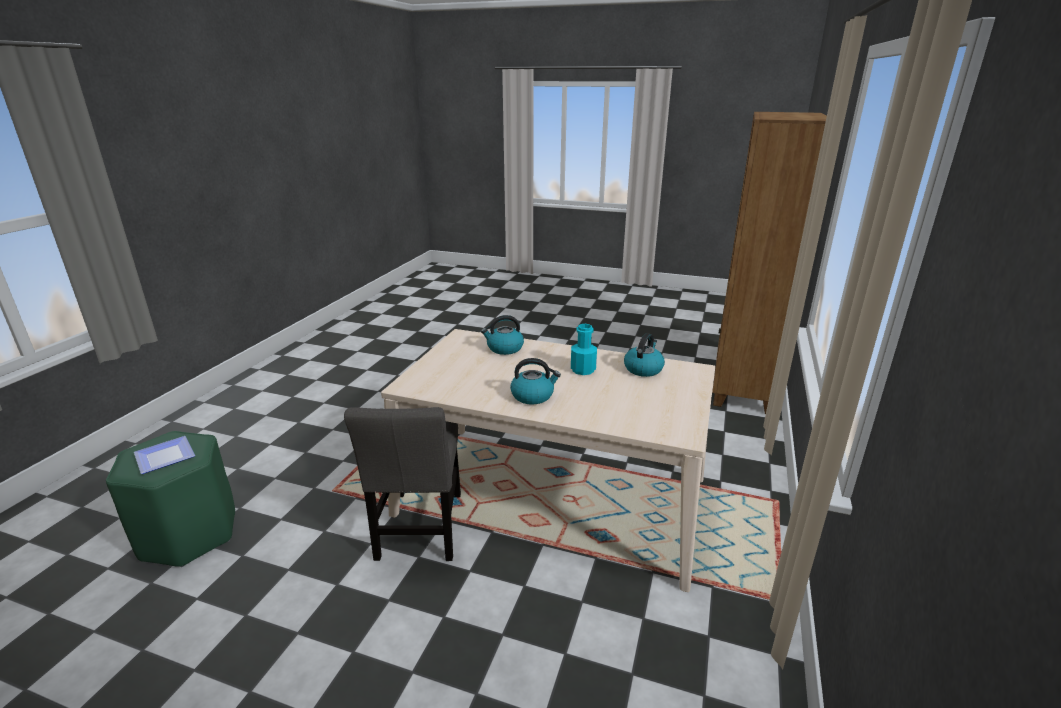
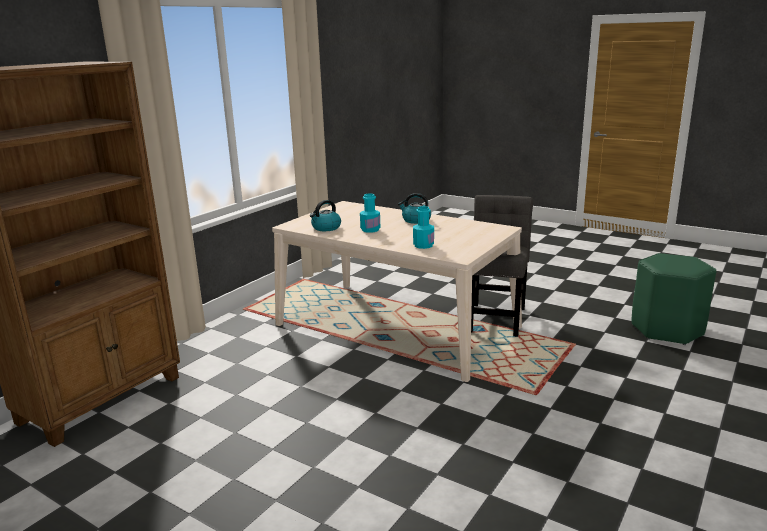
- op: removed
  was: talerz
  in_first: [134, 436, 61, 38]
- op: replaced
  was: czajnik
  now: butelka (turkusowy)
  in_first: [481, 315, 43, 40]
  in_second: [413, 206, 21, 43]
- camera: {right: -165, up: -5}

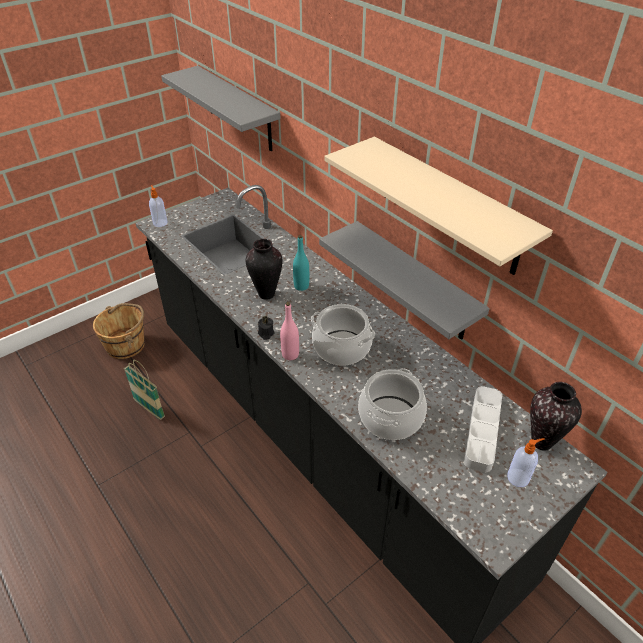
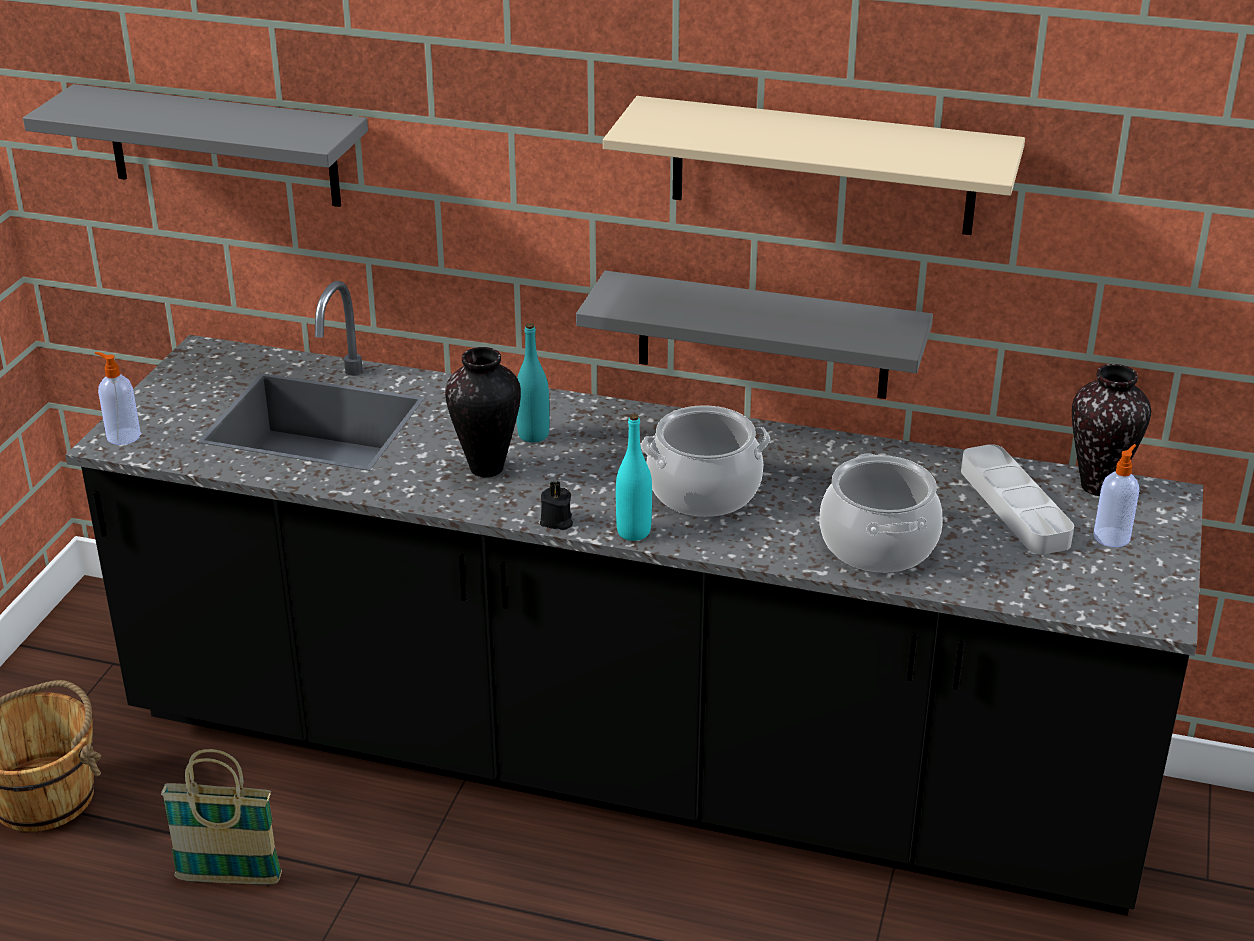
- op: recoloured
  was: butelka (różowy)
  now: butelka (turkusowy)
  in_first: [280, 302, 19, 58]
  in_second: [616, 414, 36, 127]
- camera: {right: -35, up: -10}

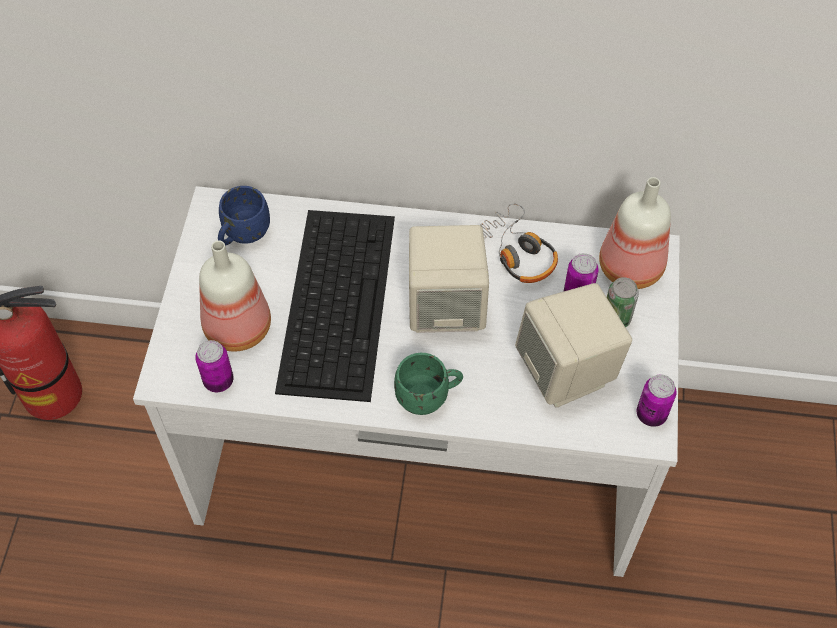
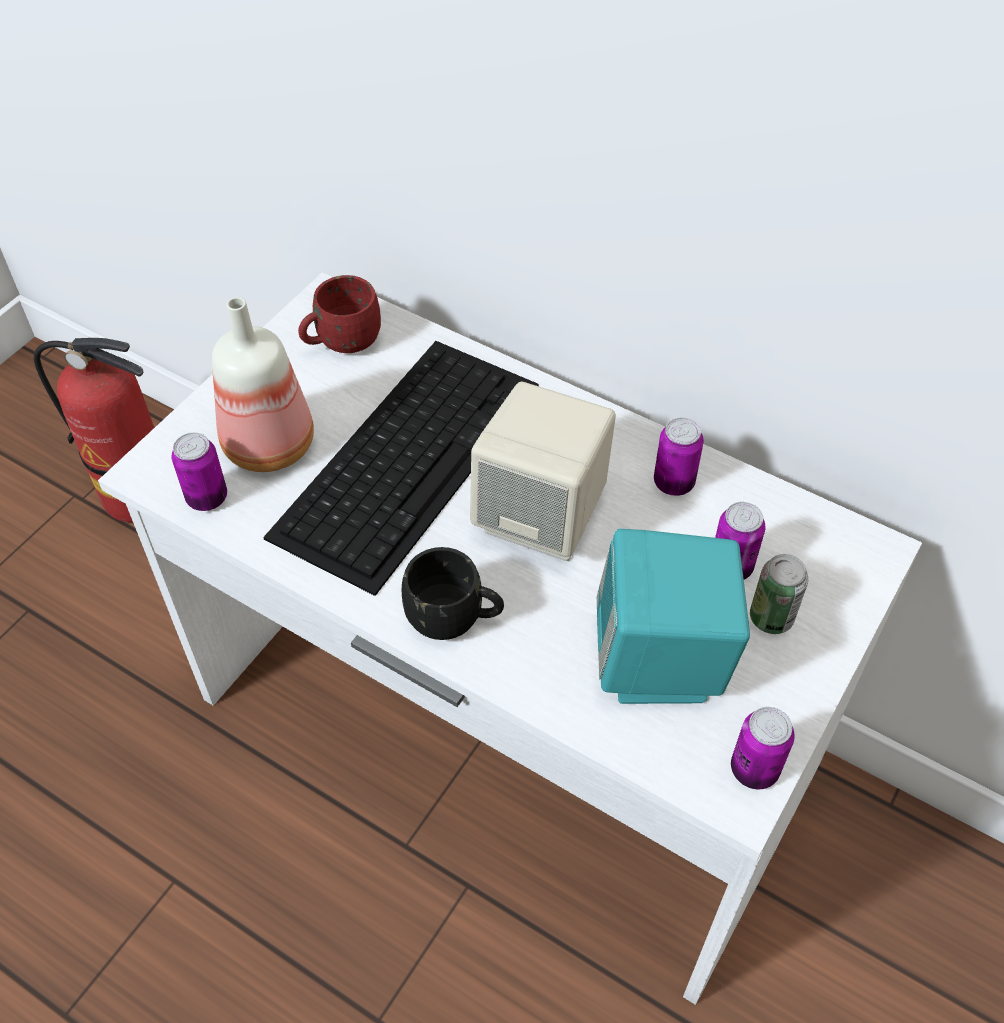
- op: removed
  was: butelka
  in_first: [599, 177, 72, 112]
- op: replaced
  was: słuchawki
  now: puszka
  in_first: [481, 204, 77, 79]
  in_second: [654, 418, 50, 78]
- op: recoloured
  was: kubek (niebieski)
  now: kubek (czerwony)
  in_first: [218, 186, 52, 60]
  in_second: [298, 275, 83, 78]
- op: recoloured
  was: kubek (zielony)
  now: kubek (czarny)
  in_first: [394, 353, 69, 62]
  in_second: [402, 547, 102, 93]
- op: recoloured
  was: głośnik (beżowy)
  now: głośnik (turkusowy)
  in_first: [515, 283, 117, 125]
  in_second: [597, 529, 153, 175]
- camera: {right: 25, up: -5}

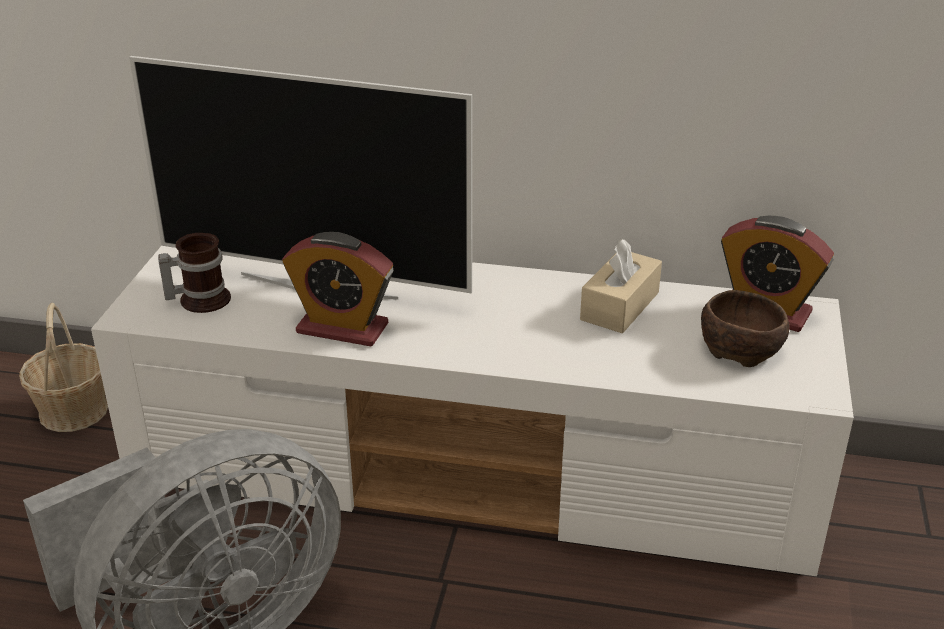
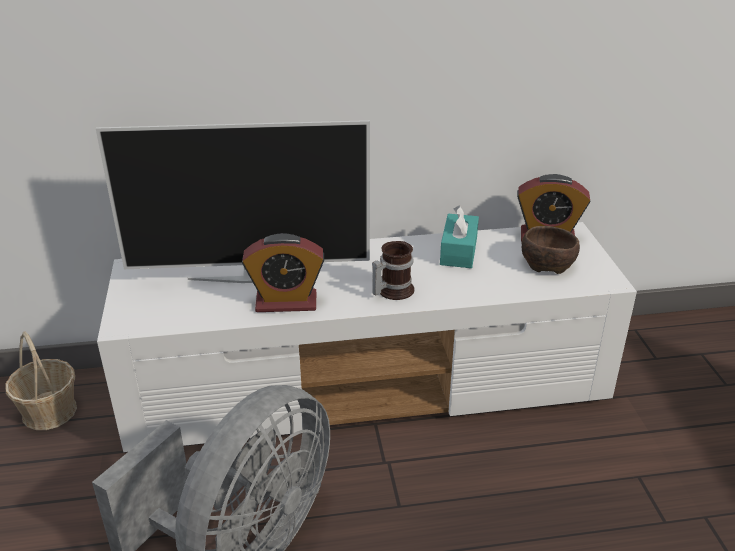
- op: moved
  was: kubek
  in_first: [158, 233, 73, 80]
  in_second: [372, 241, 42, 59]
- op: recoloured
  was: pudełko chusteczek (beżowy)
  now: pudełko chusteczek (turkusowy)
  in_first: [580, 239, 82, 94]
  in_second: [440, 206, 39, 62]
- camera: {right: -20, up: 0}

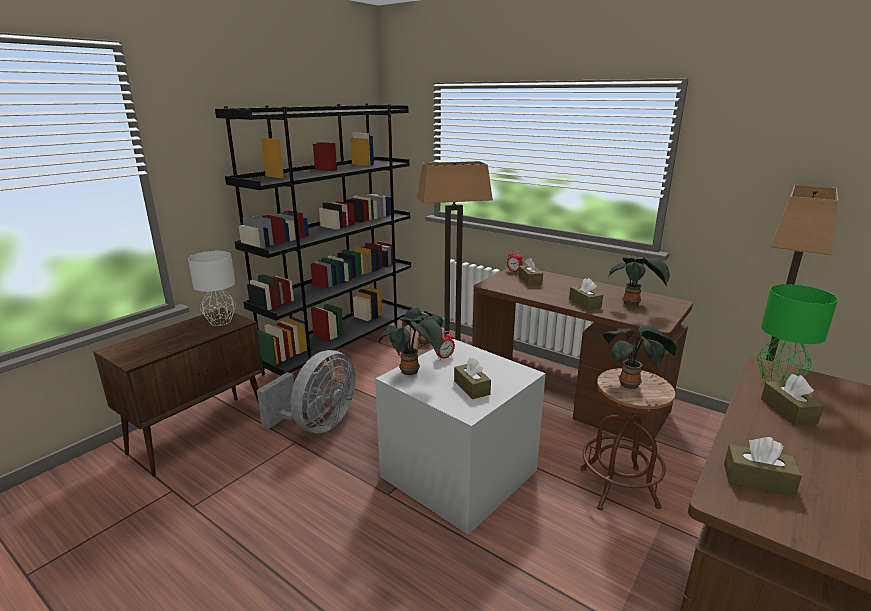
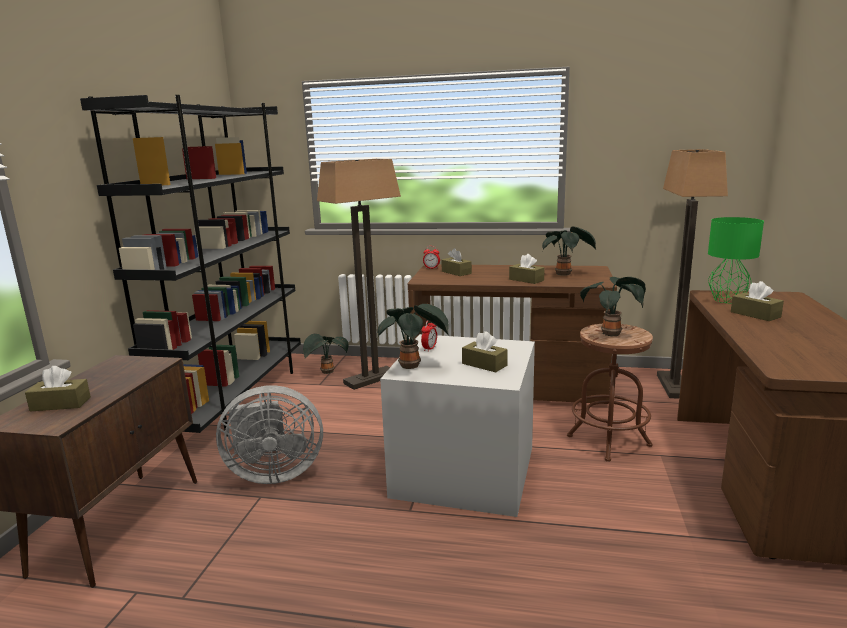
- op: removed
  was: lampa stołowa (szary)
  in_first: [188, 251, 48, 75]
- op: moved
  was: pudełko chusteczek (brązowy)
  in_first: [724, 437, 78, 60]
  in_second: [25, 366, 66, 46]
- op: turned
  was: wentylator (szary)
  in_first: [257, 350, 99, 83]
  in_second: [216, 385, 107, 99]
  clockwise: 75
- camera: {right: -25, up: -5}

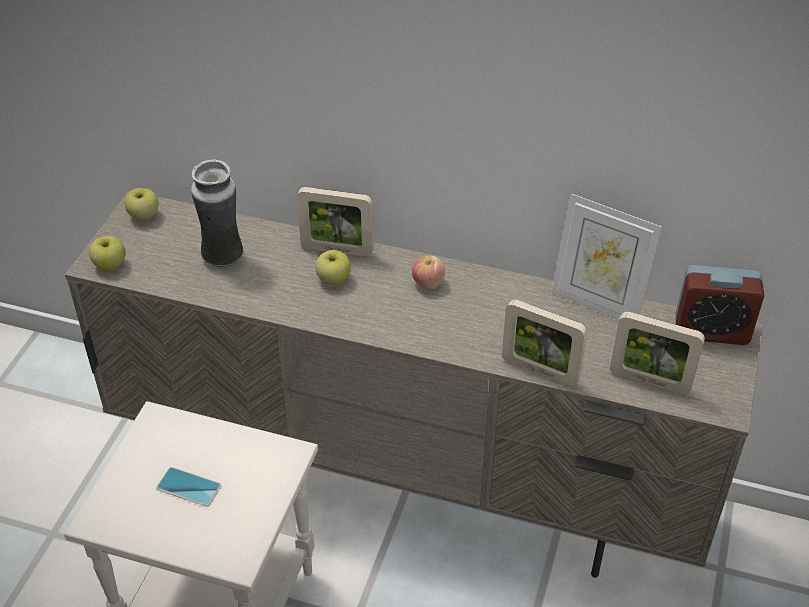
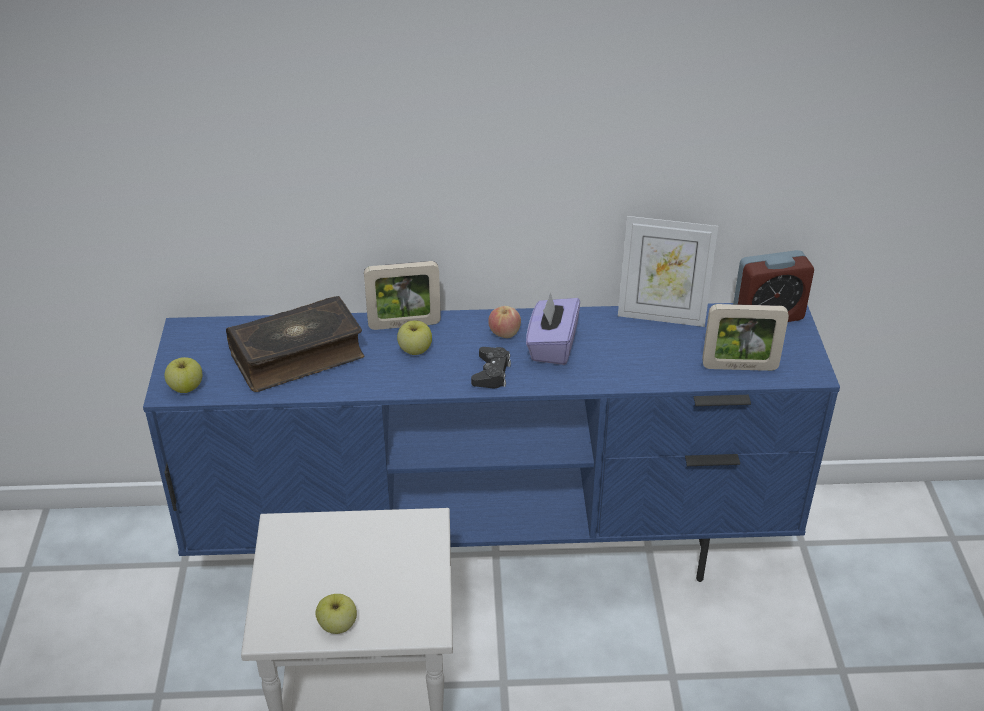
- op: removed
  was: telefon
  in_first: [156, 467, 66, 40]
- op: removed
  was: ramka na zdjęcie
  in_first: [502, 299, 86, 88]
- op: added
  now: pad do gier (czarny)
  in_second: [471, 347, 40, 41]
- op: added
  now: pudełko chusteczek (fioletowy)
  in_second: [526, 292, 54, 73]
- op: moved
  was: jabłko
  in_first: [124, 188, 35, 32]
  in_second: [316, 594, 41, 40]
- op: replaced
  was: wazon
  now: książka
  in_first: [191, 159, 52, 109]
  in_second: [226, 296, 138, 96]
- op: recoloured
  was: szafka pod telewizor (beżowy)
  now: szafka pod telewizor (niebieski)
  in_first: [65, 191, 698, 387]
  in_second: [143, 303, 697, 279]
- camera: {right: -20, up: -5}

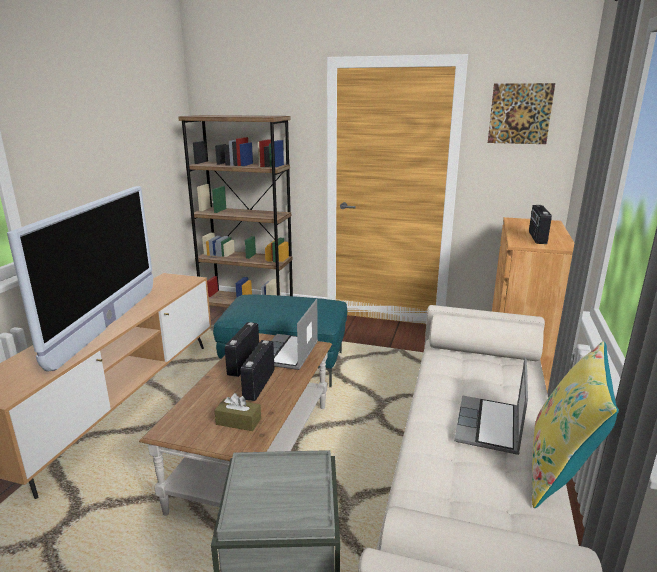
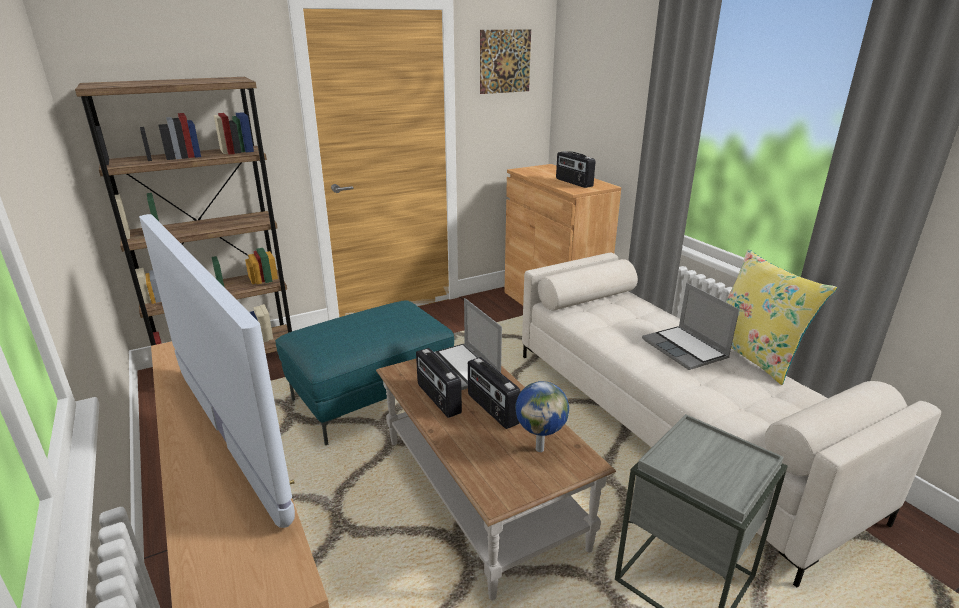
- op: replaced
  was: pudełko chusteczek (brązowy)
  now: globus
  in_first: [214, 393, 47, 38]
  in_second: [515, 381, 54, 71]
- camera: {right: -45, up: 5}

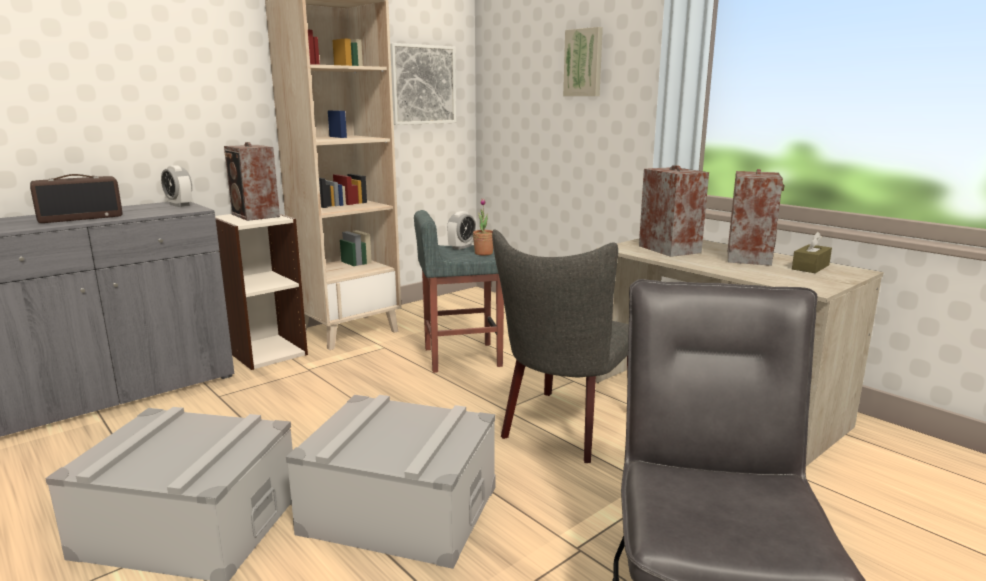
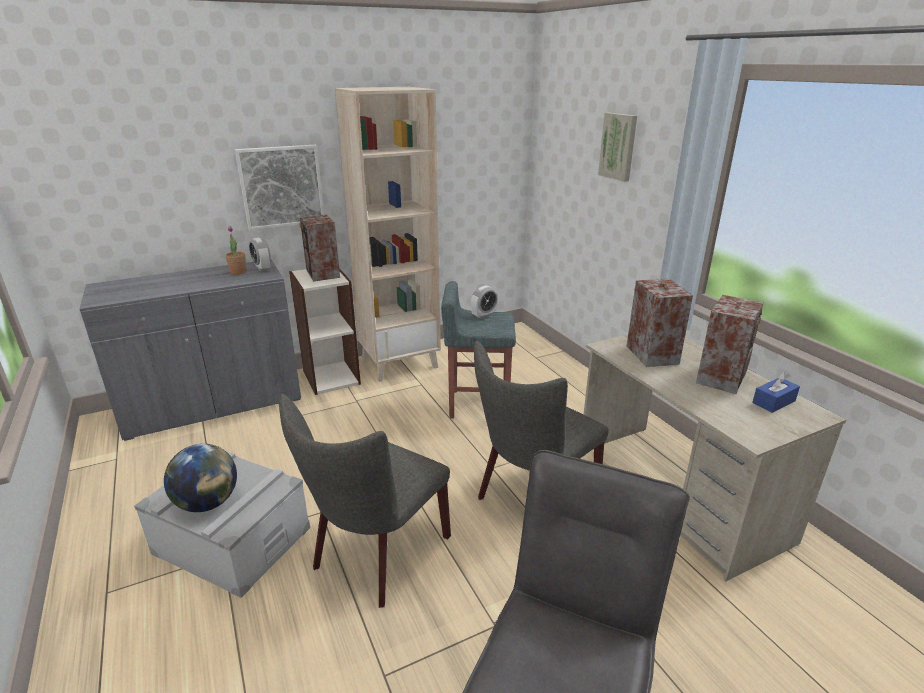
- op: removed
  was: radio
  in_first: [30, 174, 92, 49]
- op: added
  now: globus
  in_second: [164, 444, 73, 68]
- op: moved
  was: obraz
  in_first: [390, 43, 66, 82]
  in_second: [235, 145, 89, 85]
- op: moved
  was: roślina doniczkowa
  in_first: [473, 198, 20, 57]
  in_second: [225, 226, 21, 49]
- op: replaced
  was: pojemnik do przechowywania (szary)
  now: krzesło (szary)
  in_first: [286, 395, 209, 174]
  in_second: [279, 393, 172, 215]
- op: recoloured
  was: pudełko chusteczek (brązowy)
  now: pudełko chusteczek (niebieski)
  in_first: [792, 232, 40, 41]
  in_second: [752, 372, 48, 41]
- camera: {right: 15, up: 10}

